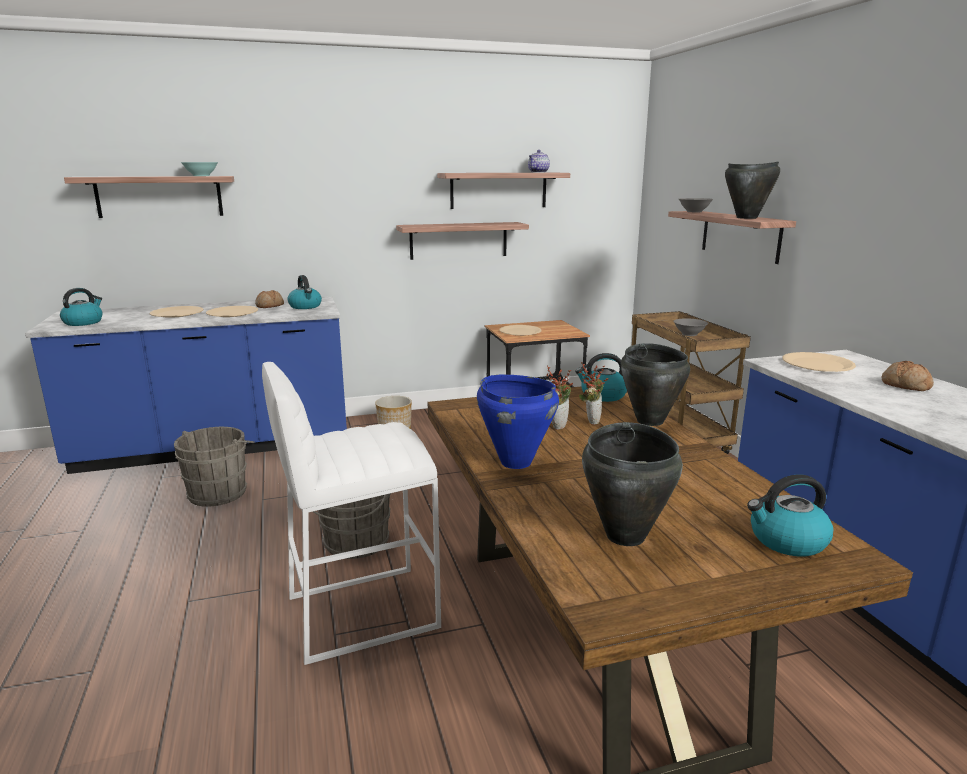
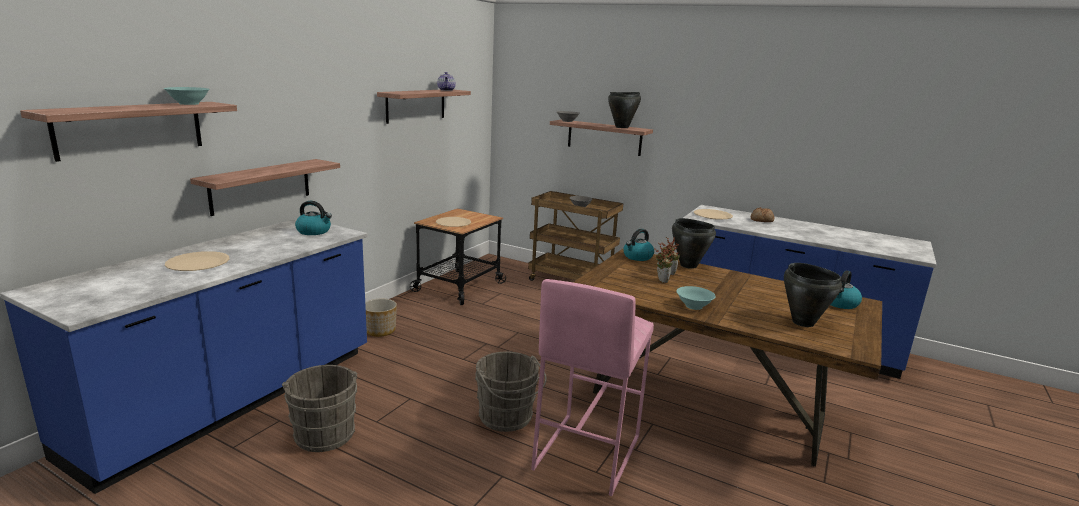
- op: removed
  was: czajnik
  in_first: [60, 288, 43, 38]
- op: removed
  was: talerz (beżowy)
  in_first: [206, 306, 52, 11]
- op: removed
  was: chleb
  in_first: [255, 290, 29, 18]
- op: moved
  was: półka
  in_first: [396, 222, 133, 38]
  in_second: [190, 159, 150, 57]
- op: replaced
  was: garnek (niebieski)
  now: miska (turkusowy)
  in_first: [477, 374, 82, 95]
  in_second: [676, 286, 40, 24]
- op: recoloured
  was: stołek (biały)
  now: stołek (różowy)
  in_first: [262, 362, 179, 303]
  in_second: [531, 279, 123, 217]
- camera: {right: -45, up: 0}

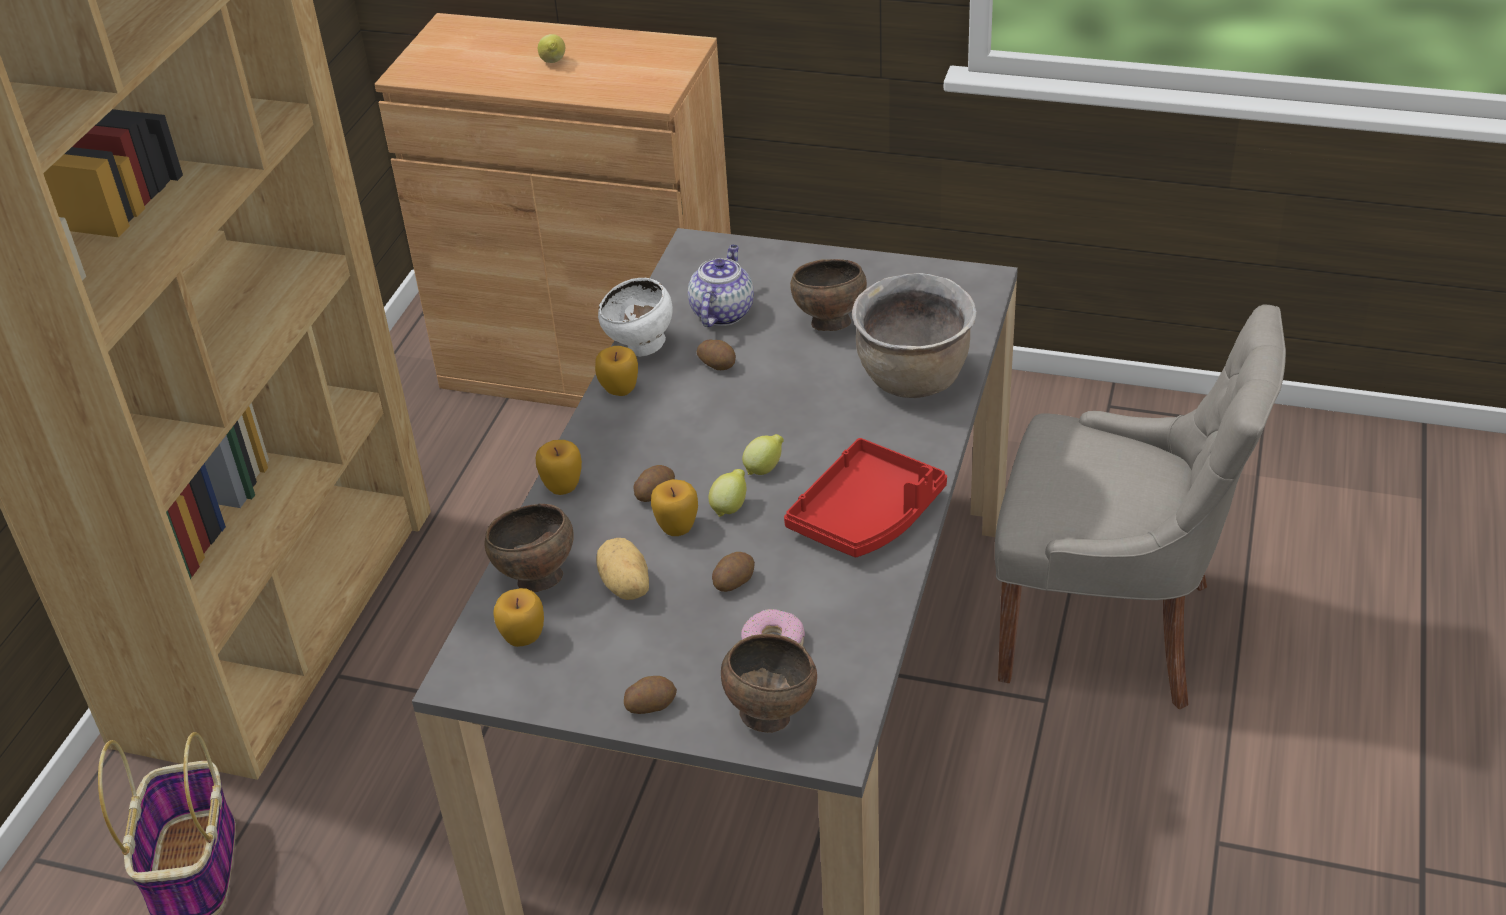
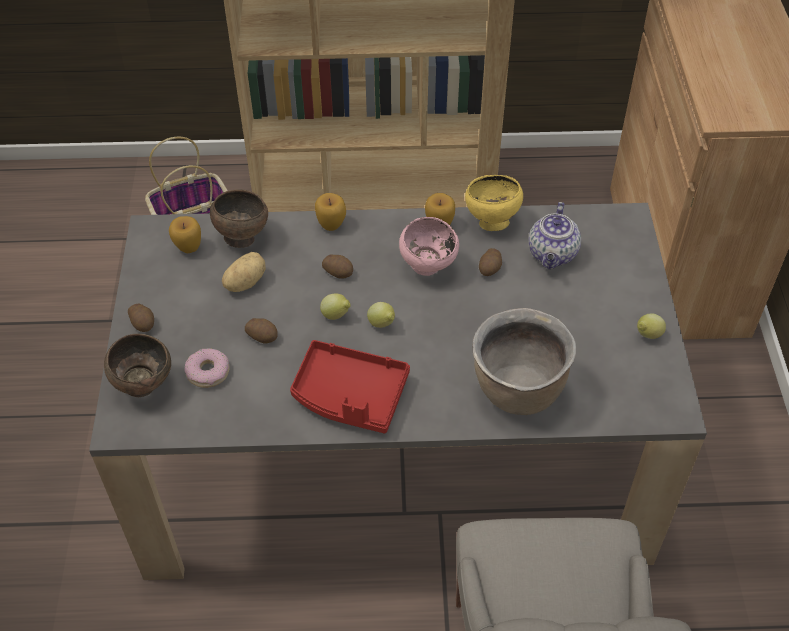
- op: removed
  was: jabłko
  in_first: [651, 479, 47, 57]
- op: removed
  was: miska (brązowy)
  in_first: [790, 259, 77, 72]
- op: added
  now: miska (różowy)
  in_second: [399, 217, 60, 59]
- op: moved
  was: cytryna
  in_first: [538, 34, 27, 29]
  in_second: [637, 314, 29, 25]
- op: recoloured
  was: miska (biały)
  now: miska (żółty)
  in_first: [598, 278, 75, 79]
  in_second: [465, 175, 58, 56]
- op: turned
  was: imbryk
  in_first: [688, 245, 66, 82]
  in_second: [529, 202, 52, 67]
  clockwise: 105
- camera: {right: 70, up: 10}

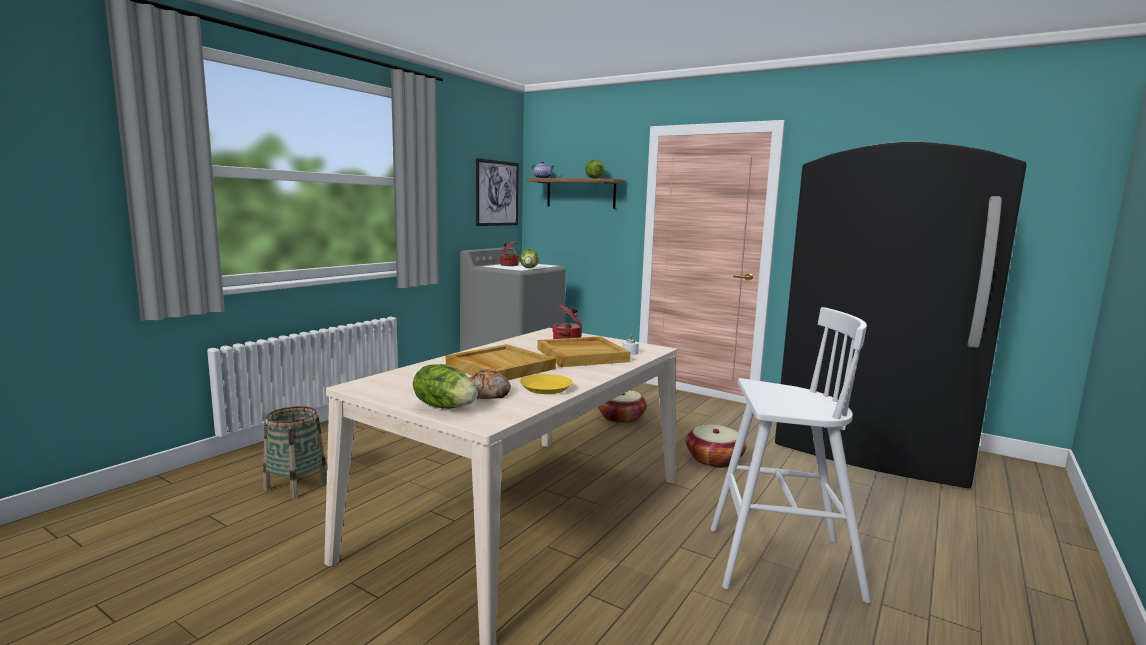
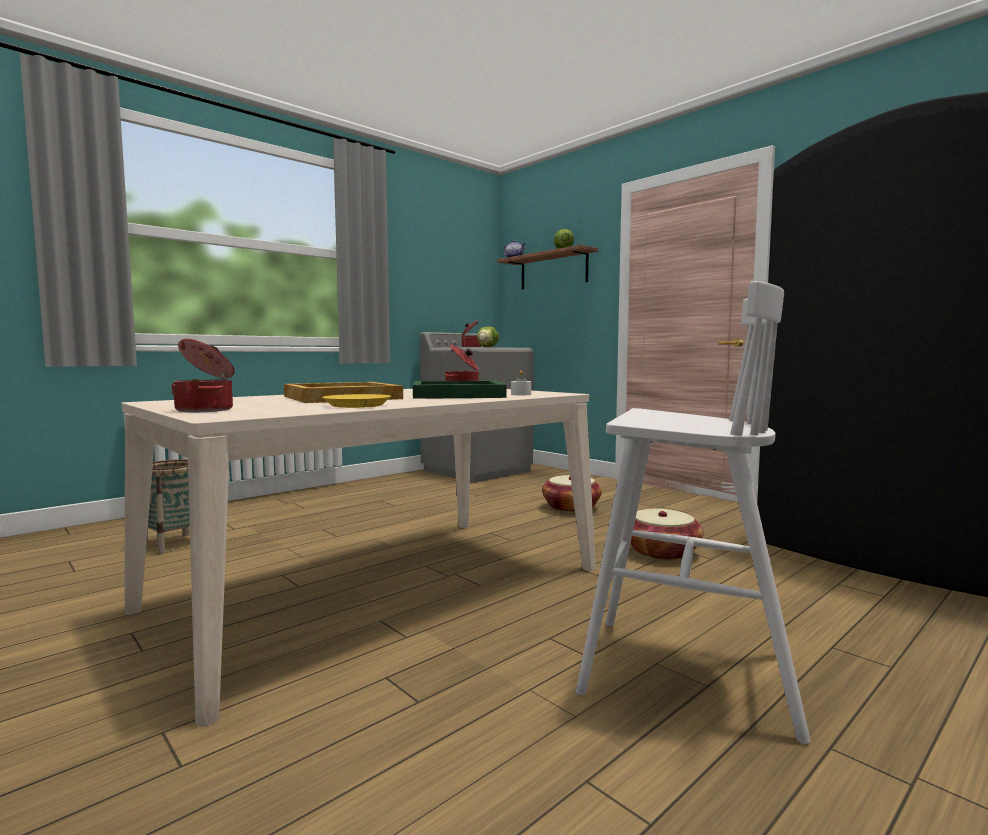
- op: removed
  was: chleb
  in_first: [469, 369, 42, 30]
- op: removed
  was: obraz
  in_first: [476, 158, 43, 68]
- op: replaced
  was: sałata
  now: garnek
  in_first: [413, 364, 65, 45]
  in_second: [171, 339, 64, 73]
- op: recoloured
  was: taca (beżowy)
  now: taca (zielony)
  in_first: [538, 336, 93, 31]
  in_second: [413, 381, 94, 18]
- camera: {right: 15, up: -5}

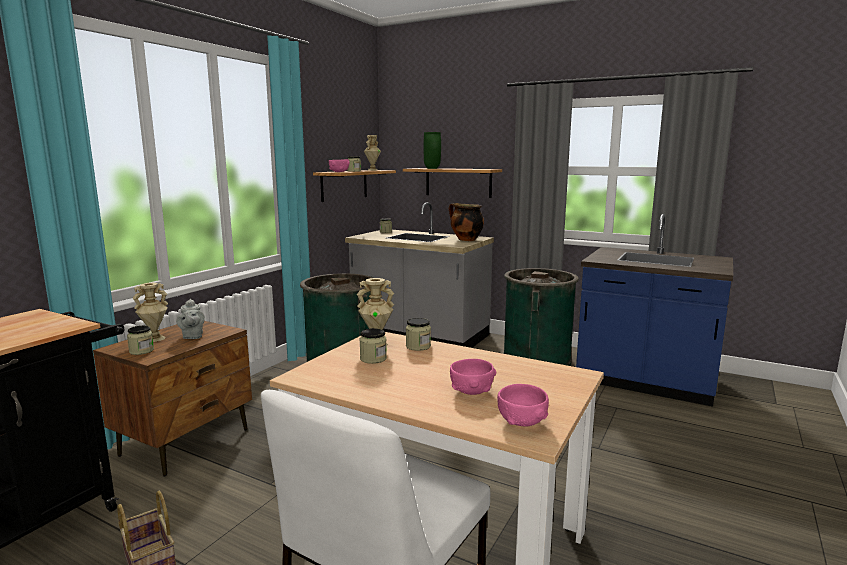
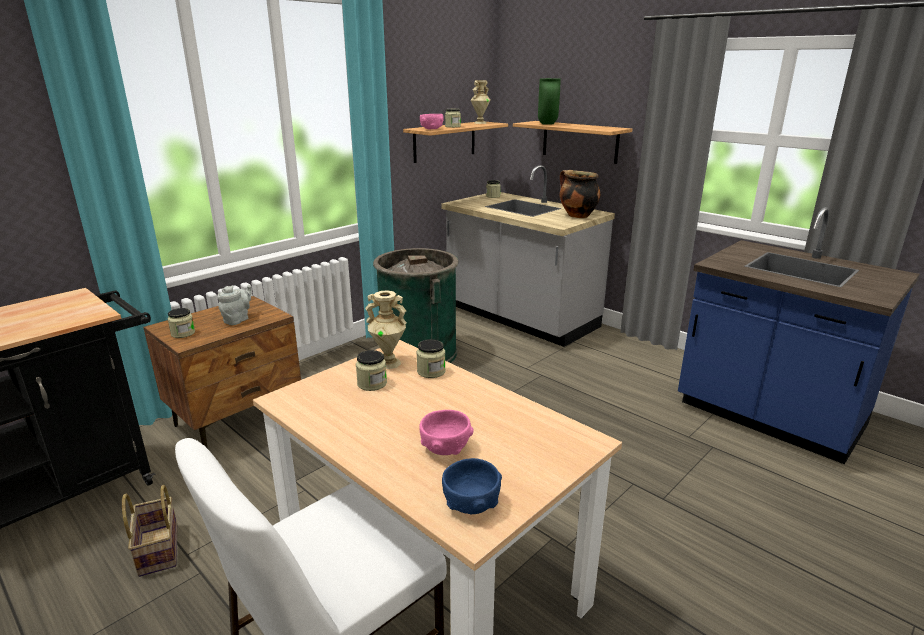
- op: removed
  was: wazon (beżowy)
  in_first: [132, 283, 36, 59]
- op: removed
  was: kosz na śmieci (zielony)
  in_first: [503, 268, 76, 98]
- op: recoloured
  was: miska (różowy)
  now: miska (niebieski)
  in_first: [497, 384, 52, 42]
  in_second: [442, 458, 60, 56]
- op: turned
  was: imbryk (szary)
  in_first: [176, 299, 29, 40]
  in_second: [217, 285, 35, 40]
  clockwise: -150
- camera: {right: 15, up: 10}

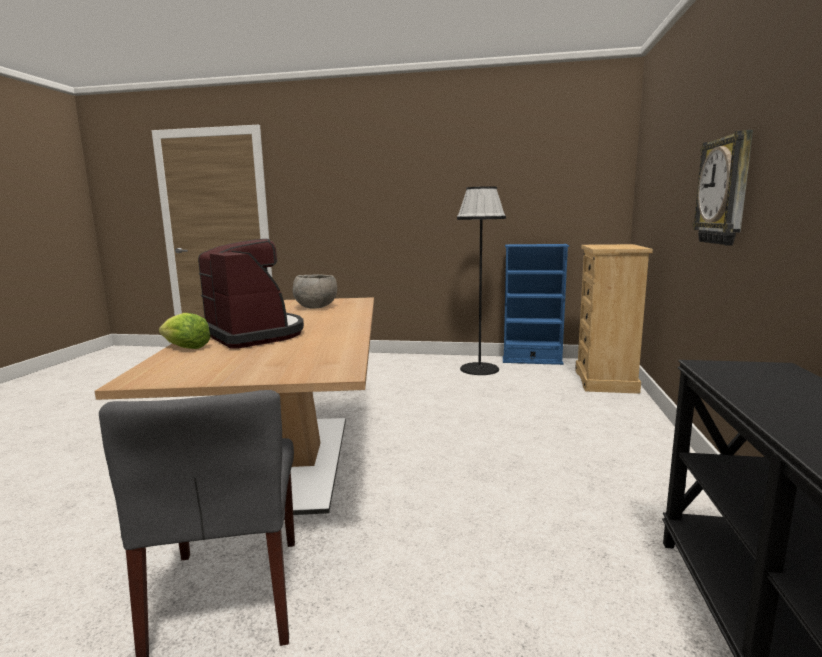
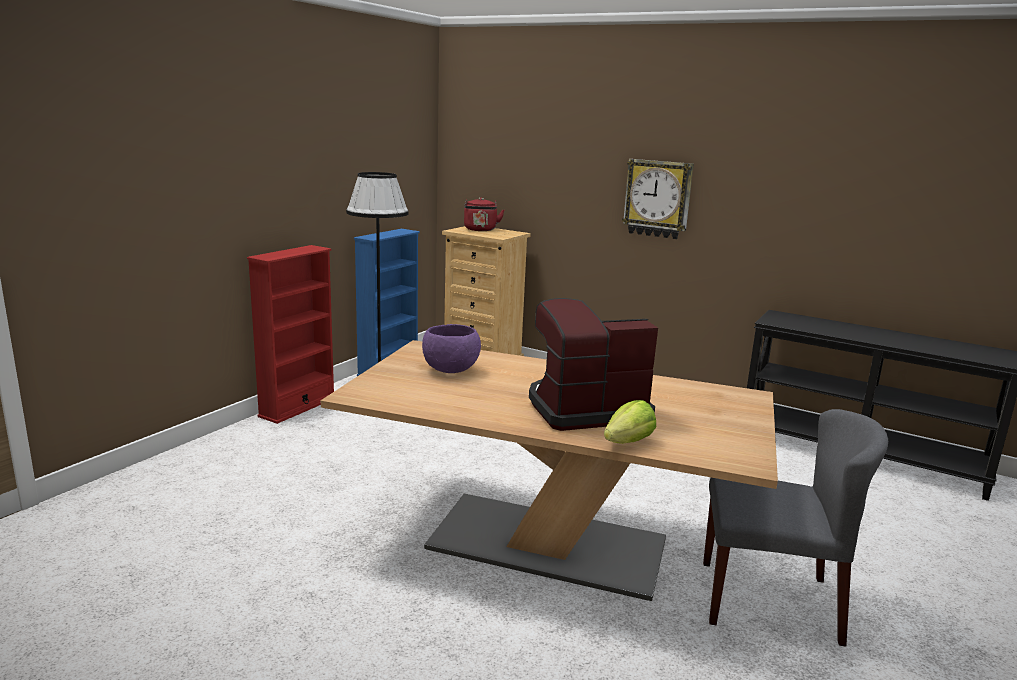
- op: added
  now: regał (czerwony)
  in_second: [247, 245, 87, 179]
- op: added
  now: czajnik (czerwony)
  in_second: [464, 197, 40, 34]
- op: recoloured
  was: miska (szary)
  now: miska (fioletowy)
  in_first: [293, 274, 44, 35]
  in_second: [422, 324, 59, 49]
- camera: {right: -70, up: 5}

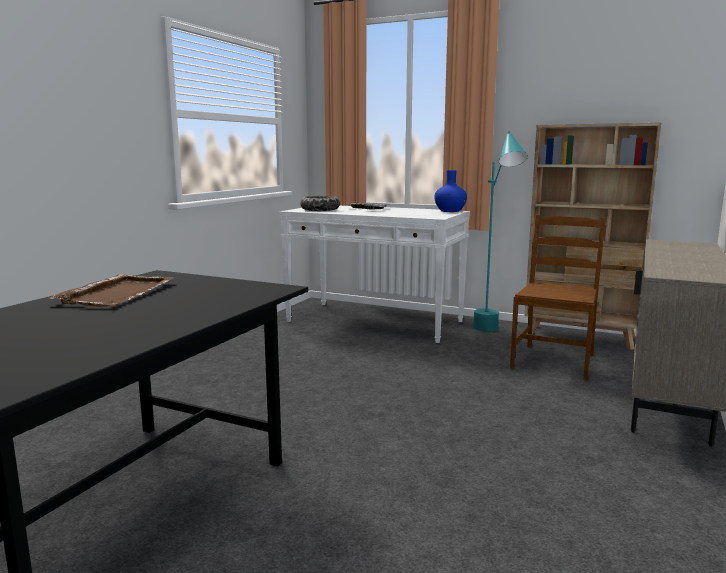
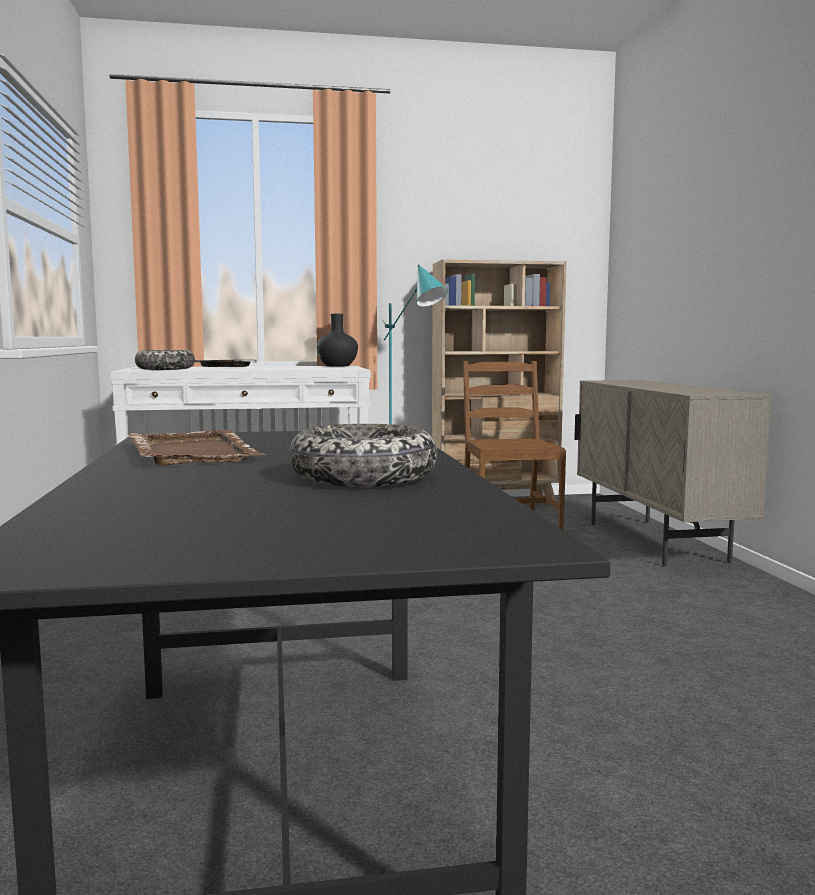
- op: added
  now: miska
  in_second: [289, 424, 148, 63]
- op: recoloured
  was: wazon (niebieski)
  now: wazon (czarny)
  in_first: [434, 170, 33, 42]
  in_second: [317, 314, 41, 52]
- camera: {right: -35, up: -5}

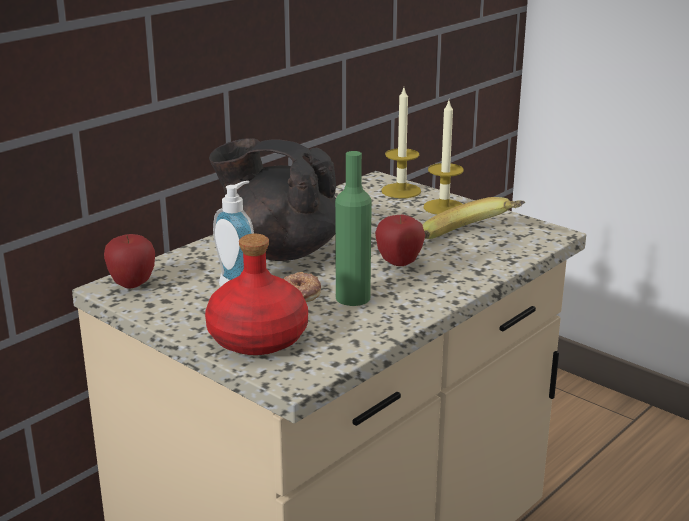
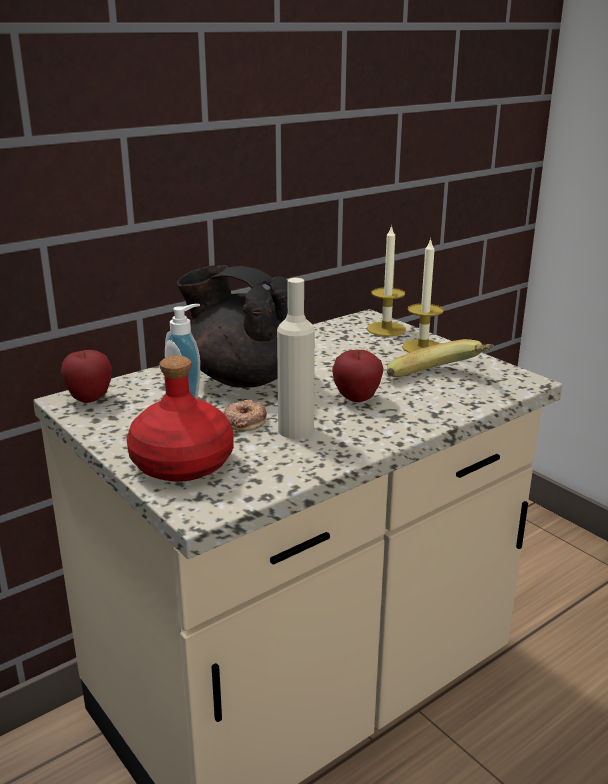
- op: recoloured
  was: butelka (zielony)
  now: butelka (beżowy)
  in_first: [335, 151, 37, 155]
  in_second: [277, 278, 38, 161]
- camera: {right: 10, up: 0}

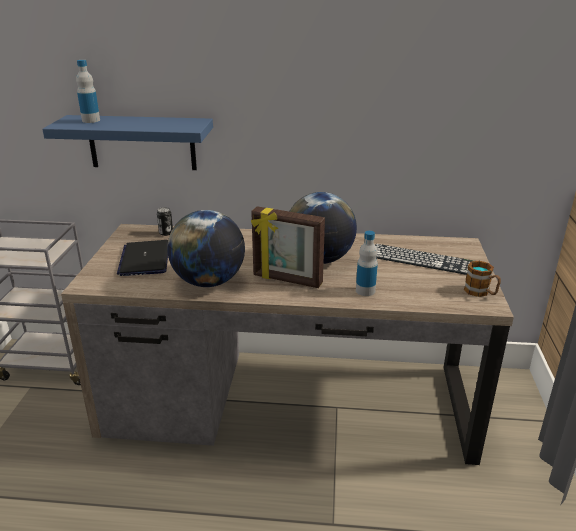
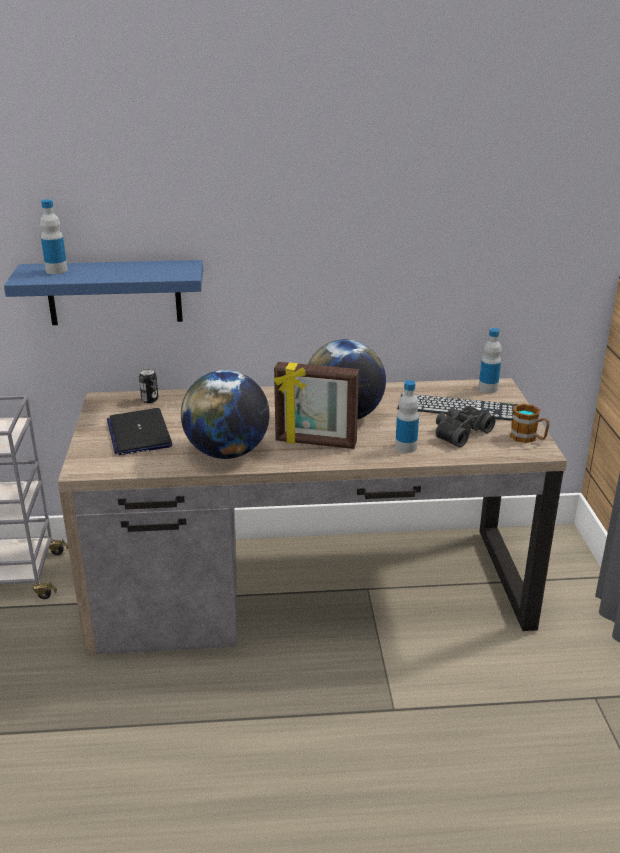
- op: added
  now: lornetka (czarny)
  in_second: [436, 406, 59, 41]
- op: added
  now: butelka
  in_second: [479, 328, 22, 65]
- camera: {right: -10, up: 0}

